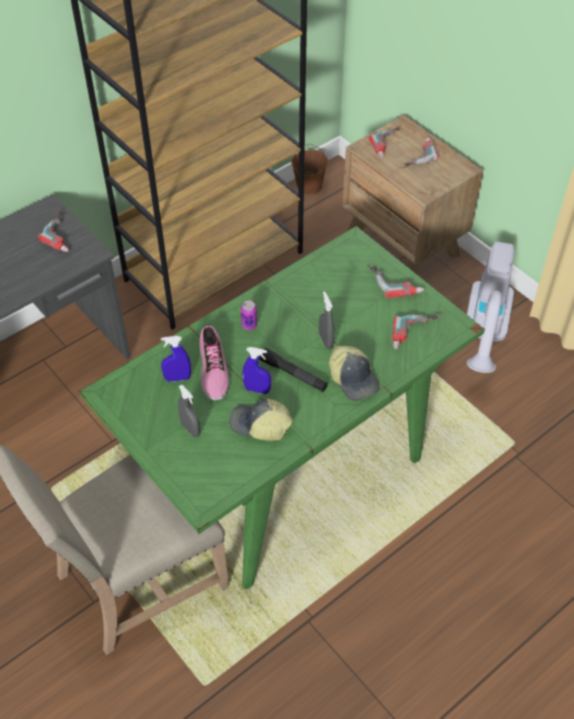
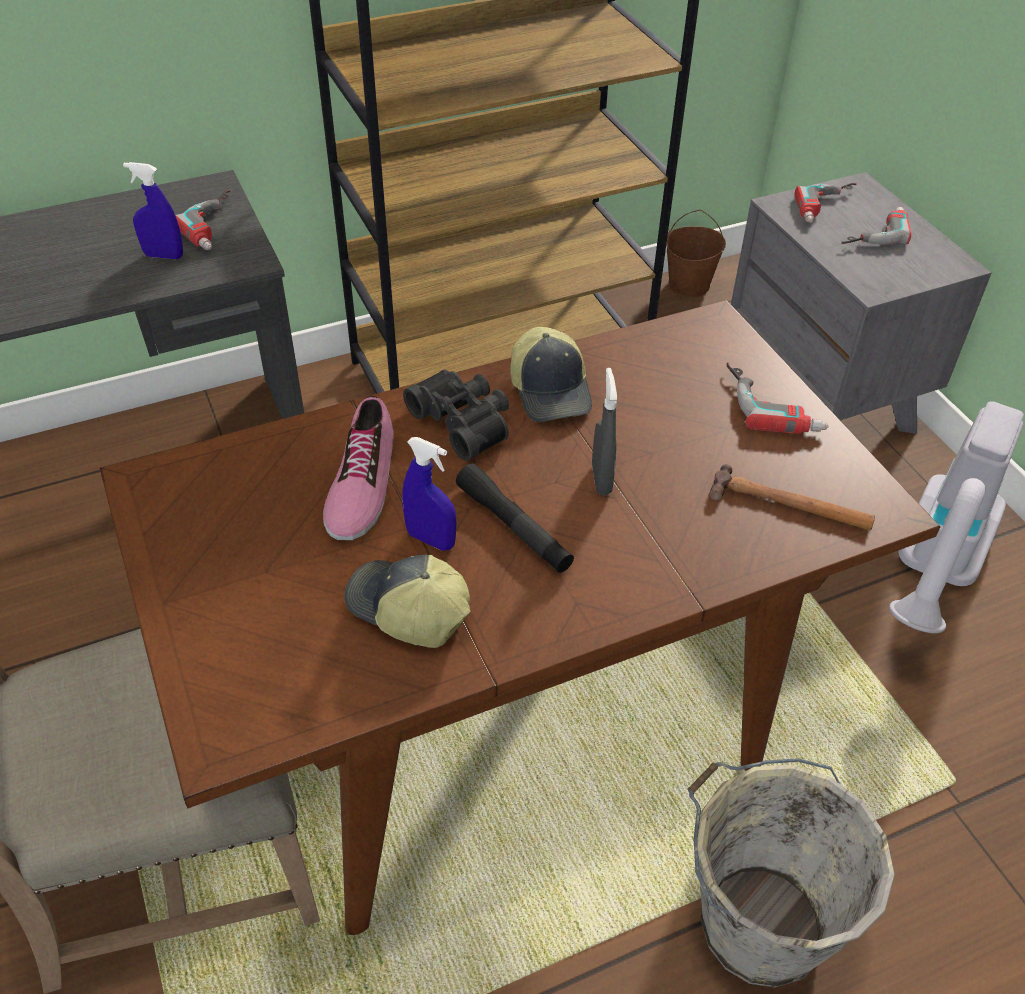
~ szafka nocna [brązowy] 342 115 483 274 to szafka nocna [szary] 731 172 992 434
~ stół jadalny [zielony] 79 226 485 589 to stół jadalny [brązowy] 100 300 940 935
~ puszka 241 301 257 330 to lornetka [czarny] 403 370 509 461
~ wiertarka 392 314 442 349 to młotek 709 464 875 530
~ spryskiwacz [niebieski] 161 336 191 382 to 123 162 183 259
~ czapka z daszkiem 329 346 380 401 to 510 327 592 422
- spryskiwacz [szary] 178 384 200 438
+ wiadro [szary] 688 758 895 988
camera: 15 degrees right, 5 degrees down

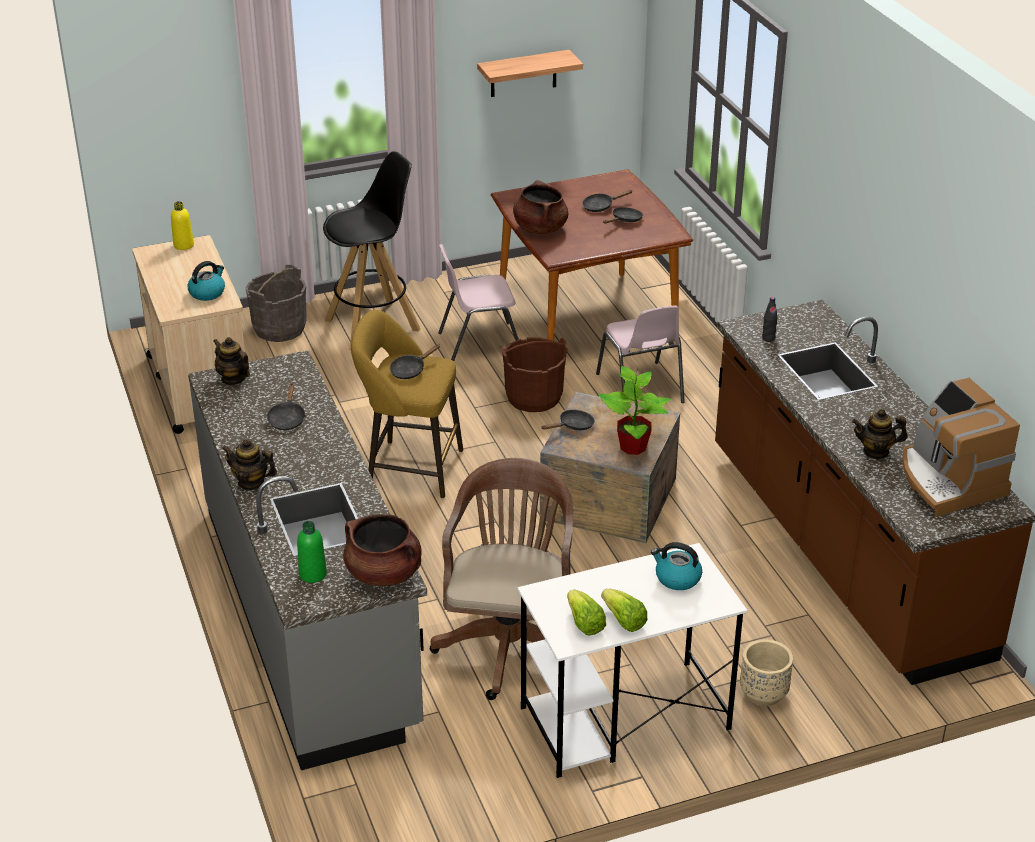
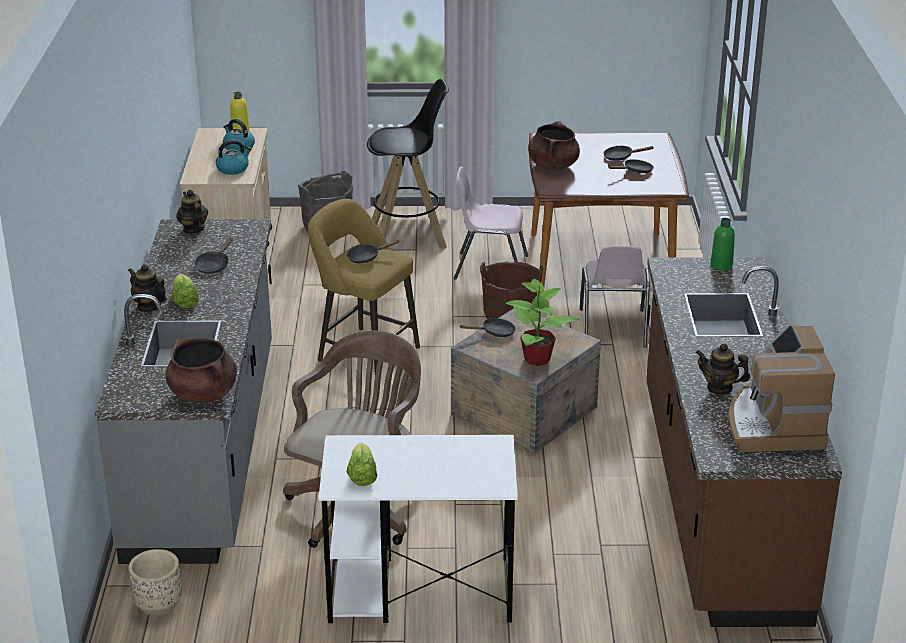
- półka 477 50 583 97
- butelka [czarny] 762 297 778 342
~ butelka [zielony] 297 521 327 583 to 711 218 735 270
~ czajnik 651 542 702 590 to 223 119 255 151
~ sałata 601 589 648 632 to 172 274 199 308
~ donica [beżowy] 740 639 793 706 to 129 549 182 616
camera: 20 degrees right, 5 degrees down

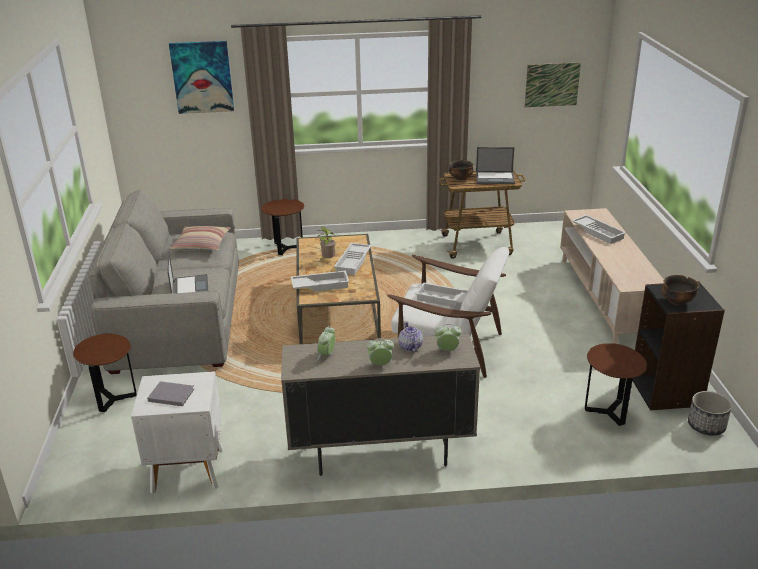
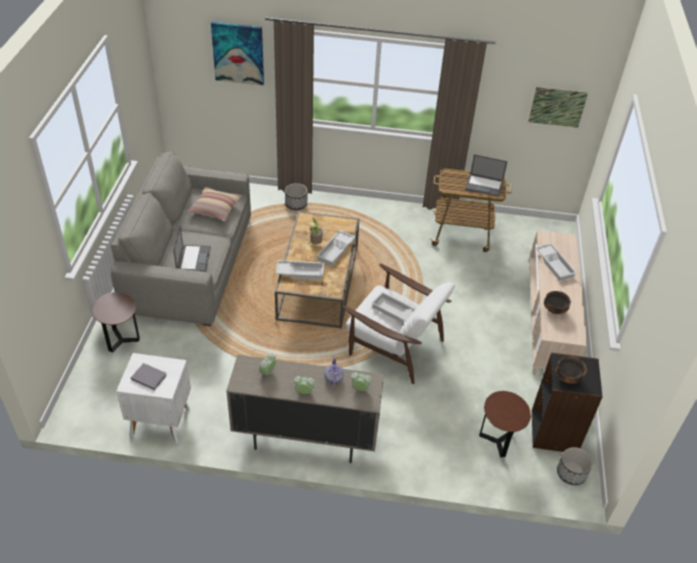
~ miska 449 160 474 181 to 544 291 571 314
~ stolik [brązowy] 261 199 304 255 to donica 285 183 307 210
camera: 10 degrees right, 15 degrees up

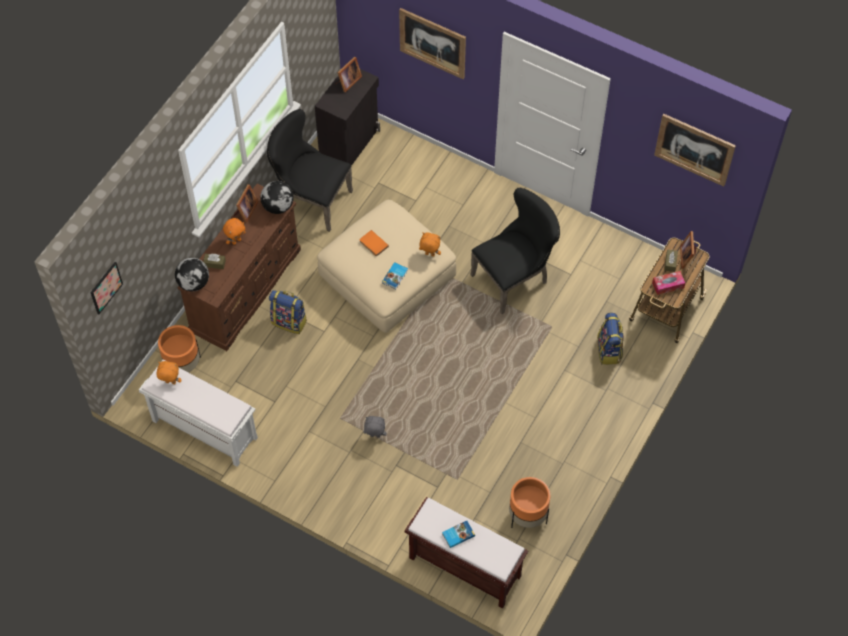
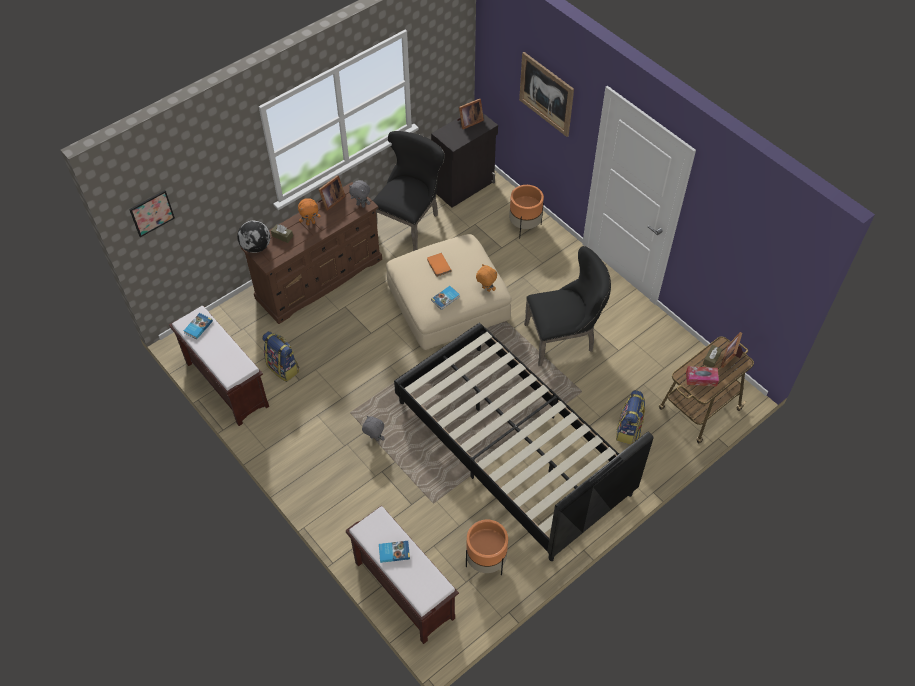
~ krzesło [czarny] 267 109 353 232 = 373 131 445 251 75 degrees clockwise
- obraz 654 114 736 187
~ globus 260 181 294 214 to pluszak [szary] 349 180 370 208
~ plecak 269 290 307 334 to 262 331 299 382
~ donica [pomarańczowy] 158 325 201 372 to 509 185 544 239
~ ławka [biały] 139 360 258 467 to ławka [brązowy] 169 306 269 426
~ pluszak [pomarańczowy] 157 361 182 384 to książka 184 313 213 339
+ łóżko [czarny] 394 323 654 561
camera: 20 degrees right, 5 degrees down

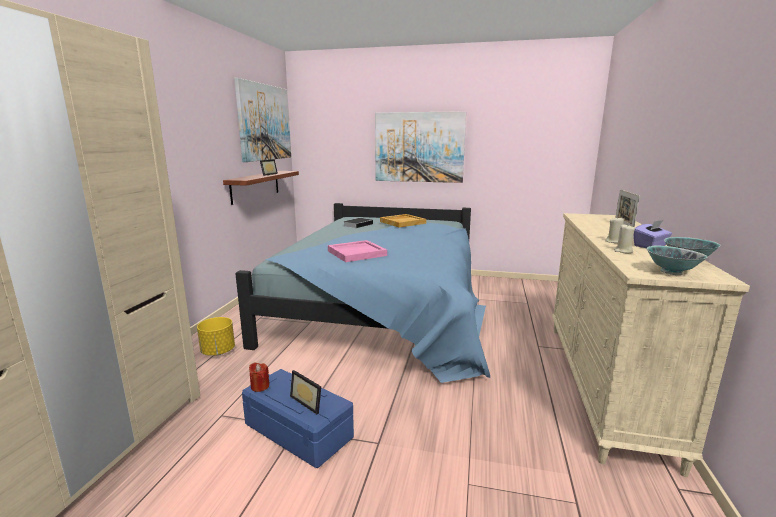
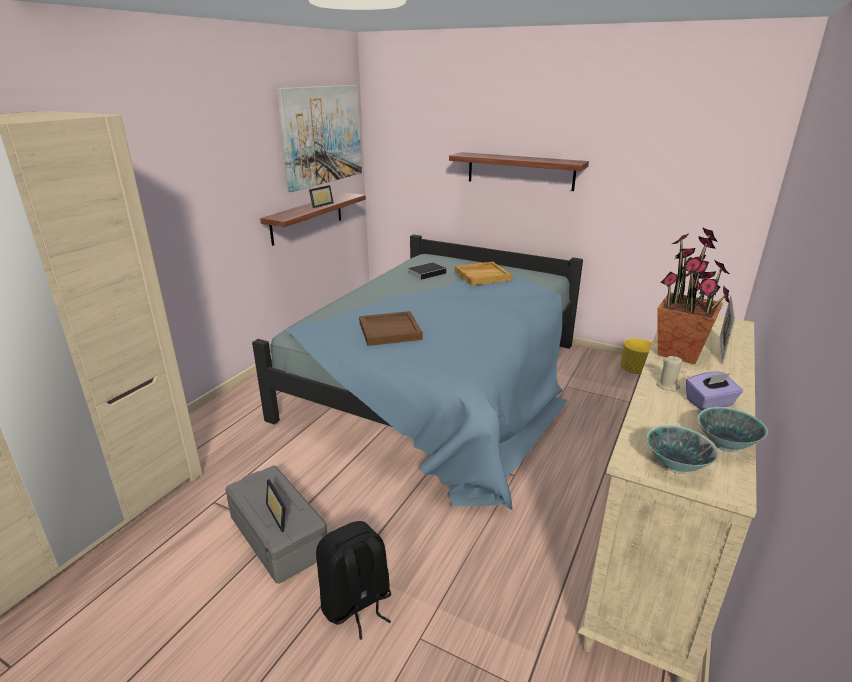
~ obraz 375 111 466 183 to półka 449 152 589 191
- świeca [beżowy] 614 224 635 253
~ taca [różowy] 328 240 387 262 to taca [brązowy] 359 311 423 346
~ donica [żółty] 197 317 235 356 to 620 338 652 374
- świeca [czerwony] 249 362 270 392
~ pojemnik do przechowywania [niebieski] 242 369 354 468 to pojemnik do przechowywania [szary] 225 465 327 584
+ roślina doniczkowa 657 227 730 364
+ plecak [czarny] 316 521 391 640
camera: 15 degrees right, 10 degrees up

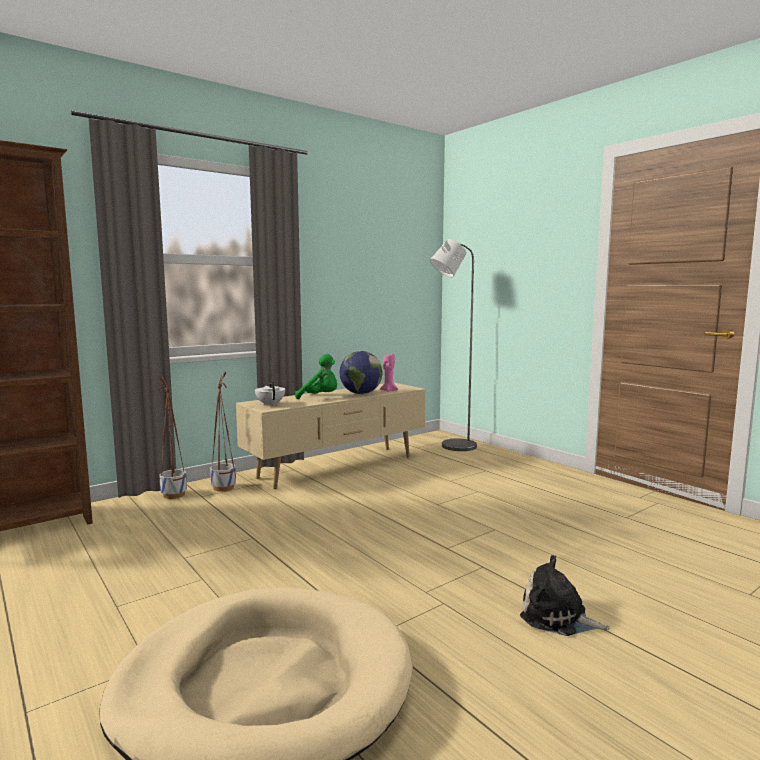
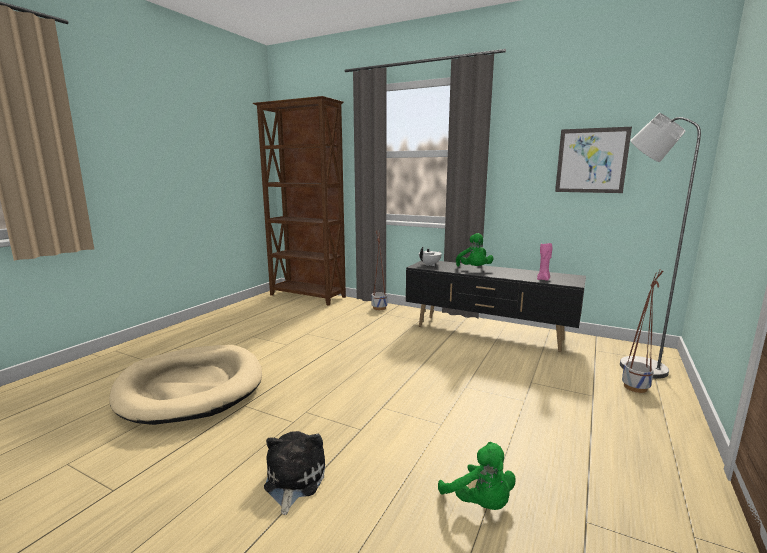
- globus 340 351 382 394
~ donica 210 371 236 492 to 622 270 663 393
~ szafka pod telewizor [beżowy] 236 383 426 489 to szafka pod telewizor [czarny] 406 261 586 352
+ obraz 555 127 632 193
+ pluszak [zielony] 438 442 516 510
camera: 65 degrees right, 5 degrees up

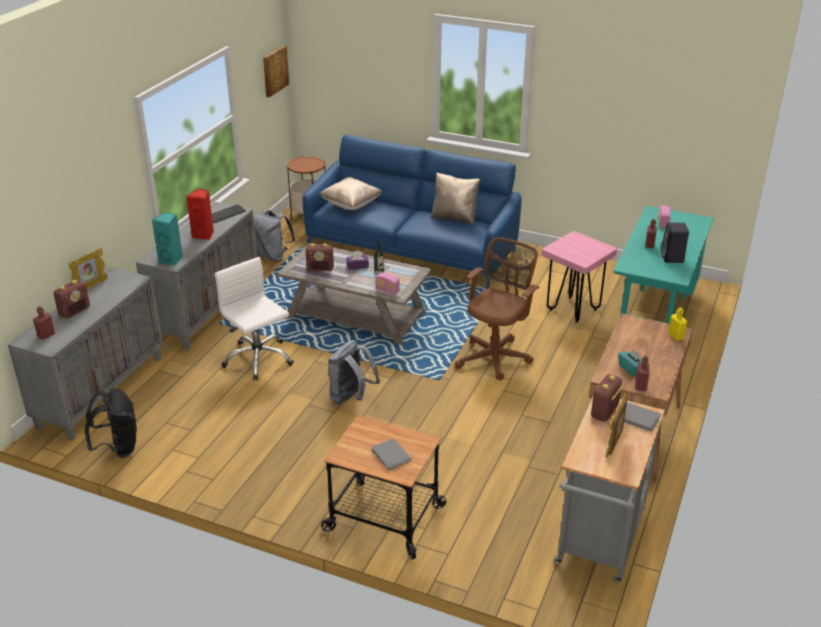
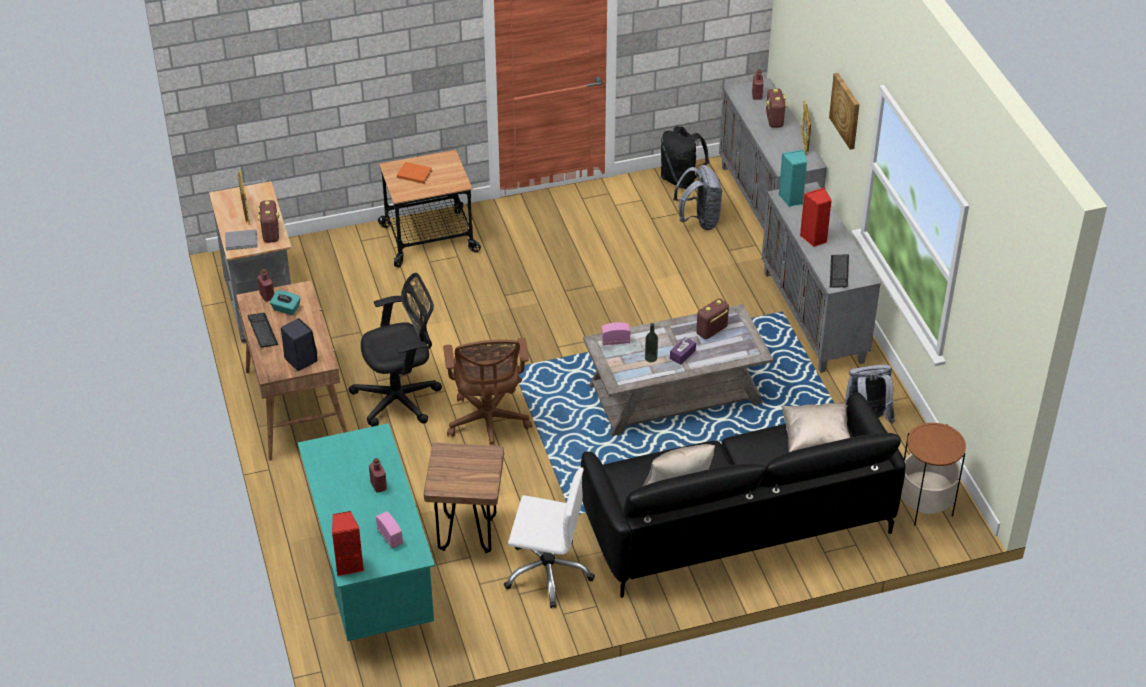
~ obraz 263 45 289 97 to 829 73 859 150
~ kanapa [niebieski] 303 135 521 289 to kanapa [czarny] 581 392 906 598
~ głośnik [czarny] 661 223 689 263 to 281 318 317 371
~ stołek [różowy] 542 231 617 323 to stołek [brązowy] 424 442 504 553
~ krzesło biurowe [biały] 215 257 294 381 to 504 468 595 608
- butelka [żółty] 668 308 688 341
~ plecak [szary] 328 340 380 404 to 673 165 722 230
~ książka [szary] 371 438 411 470 to książka [pomarańczowy] 397 162 432 184
+ krzesło biurowe [czarny] 348 273 442 427
+ klawiatura 247 313 278 348
+ głośnik [czerwony] 332 511 364 576
camera: 140 degrees right, 10 degrees up

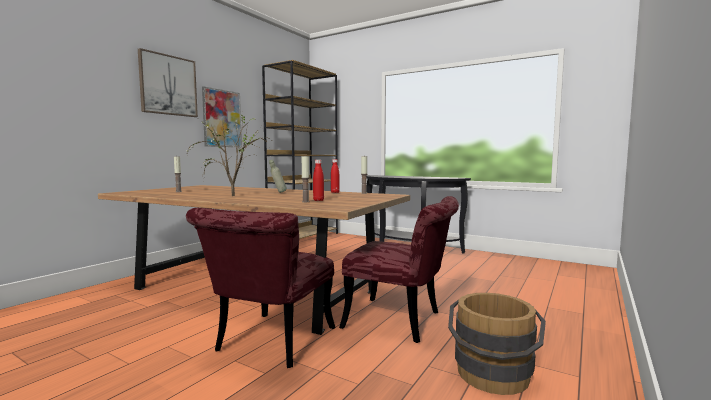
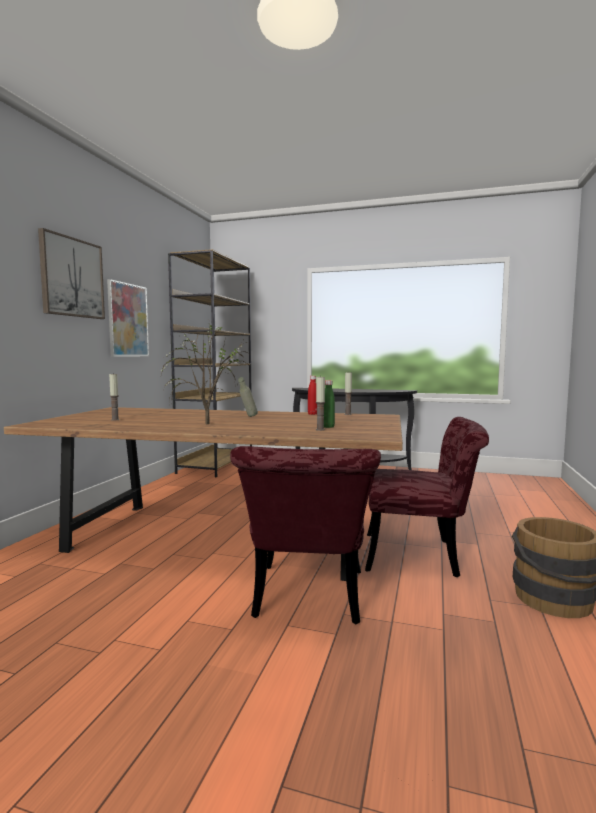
~ butelka [czerwony] 313 160 324 201 to butelka [zielony] 324 380 335 428
camera: 15 degrees left, 0 degrees up

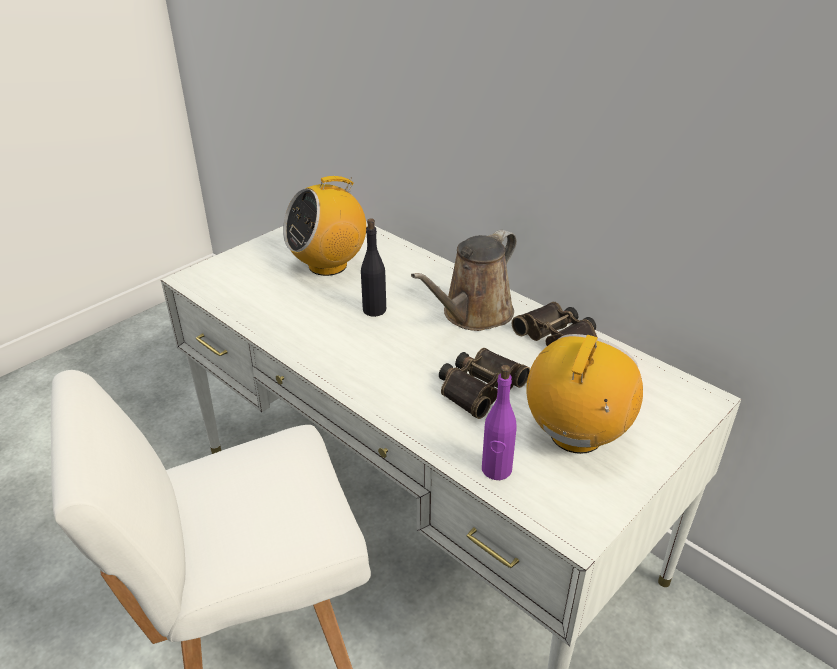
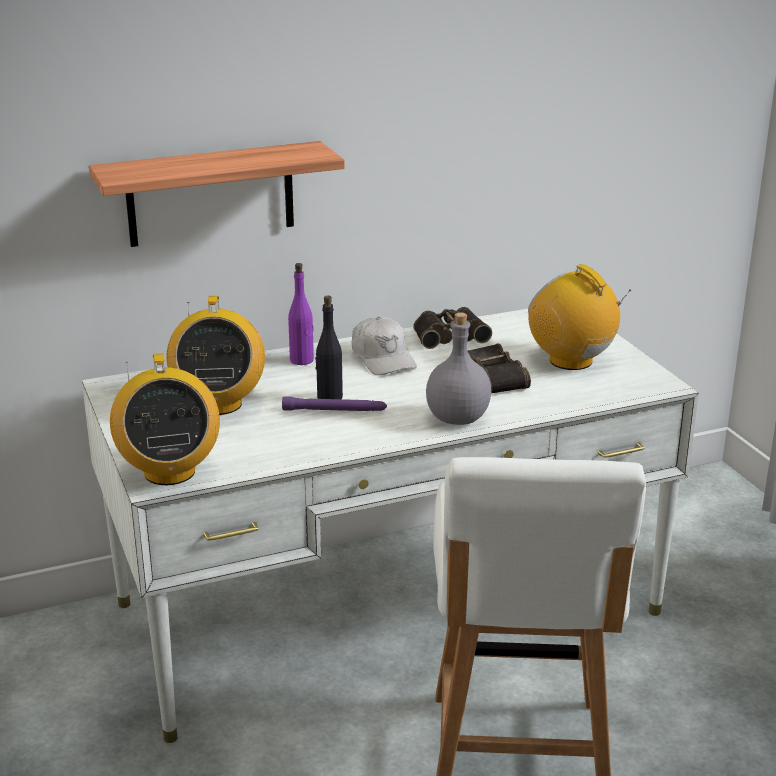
~ konewka [brązowy] 411 230 517 331 to czapka z daszkiem [biały] 352 317 417 375
~ butelka [fioletowy] 482 365 516 480 to 288 263 314 365
+ półka 89 141 345 247
+ butelka [szary] 426 312 491 425
+ radio 110 353 220 485
+ latarka [fioletowy] 282 396 387 411
camera: 65 degrees left, 10 degrees down

